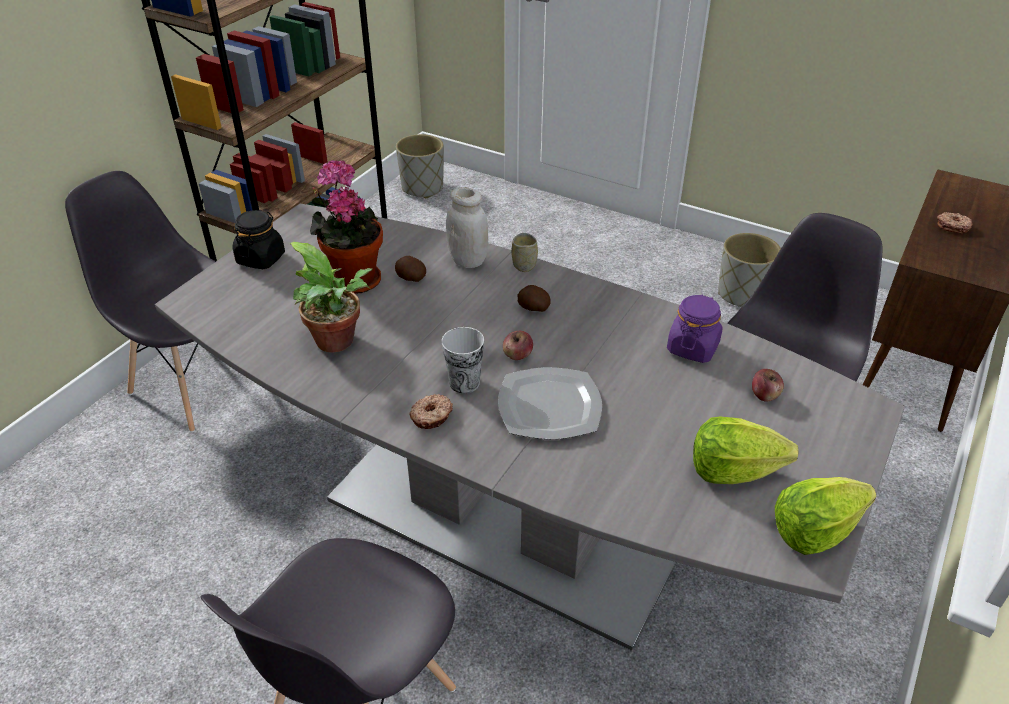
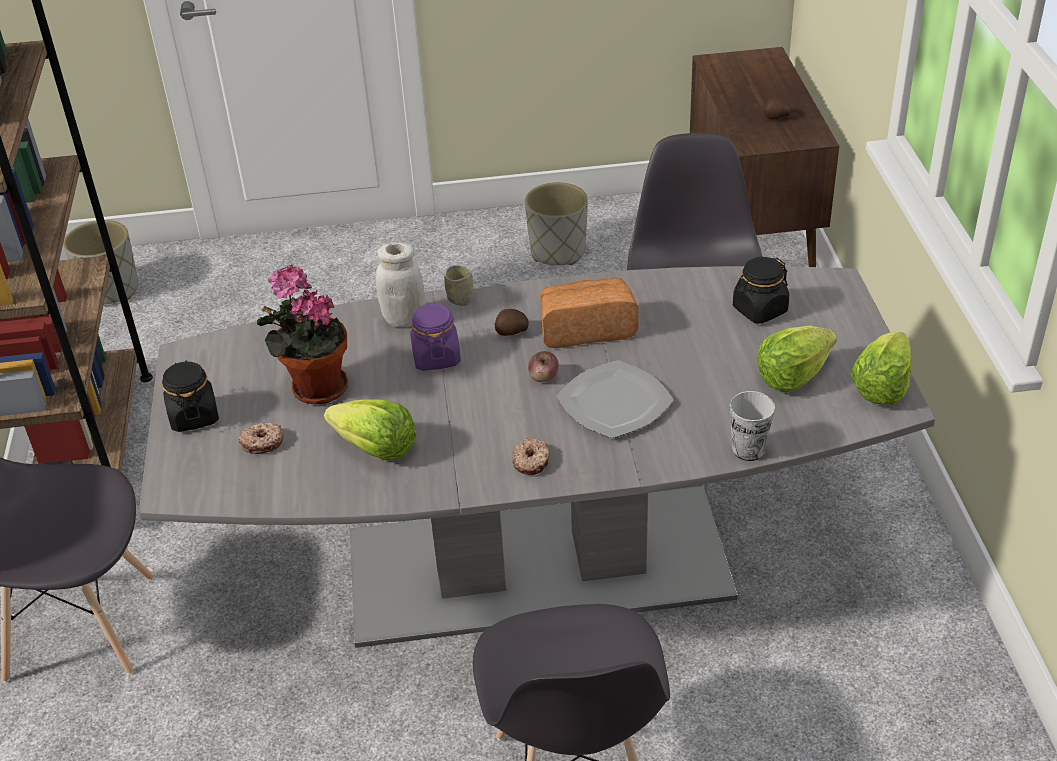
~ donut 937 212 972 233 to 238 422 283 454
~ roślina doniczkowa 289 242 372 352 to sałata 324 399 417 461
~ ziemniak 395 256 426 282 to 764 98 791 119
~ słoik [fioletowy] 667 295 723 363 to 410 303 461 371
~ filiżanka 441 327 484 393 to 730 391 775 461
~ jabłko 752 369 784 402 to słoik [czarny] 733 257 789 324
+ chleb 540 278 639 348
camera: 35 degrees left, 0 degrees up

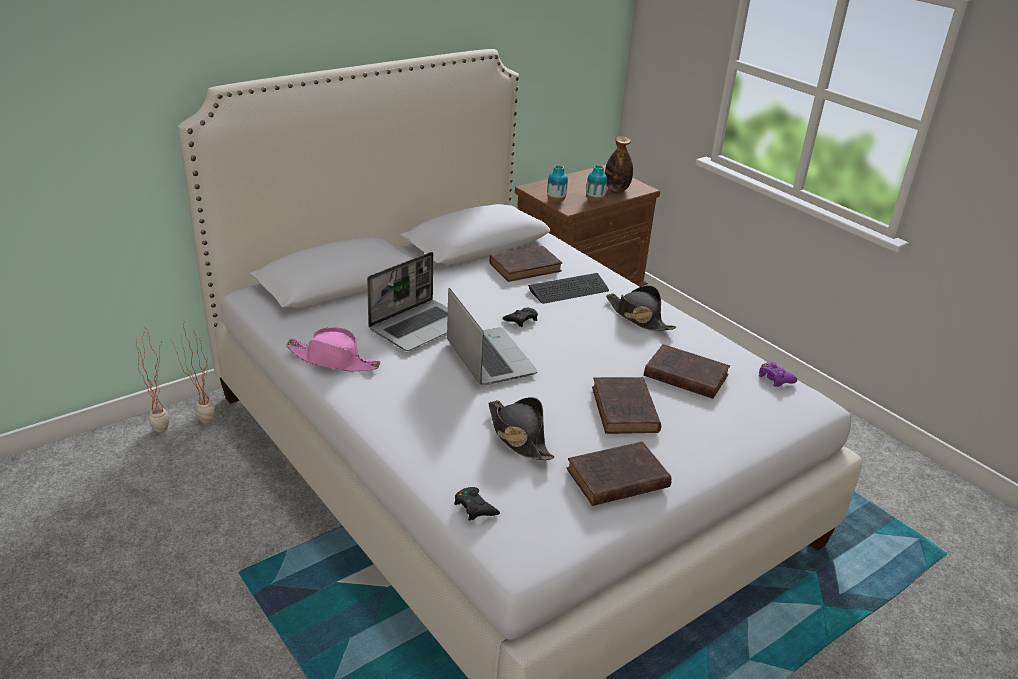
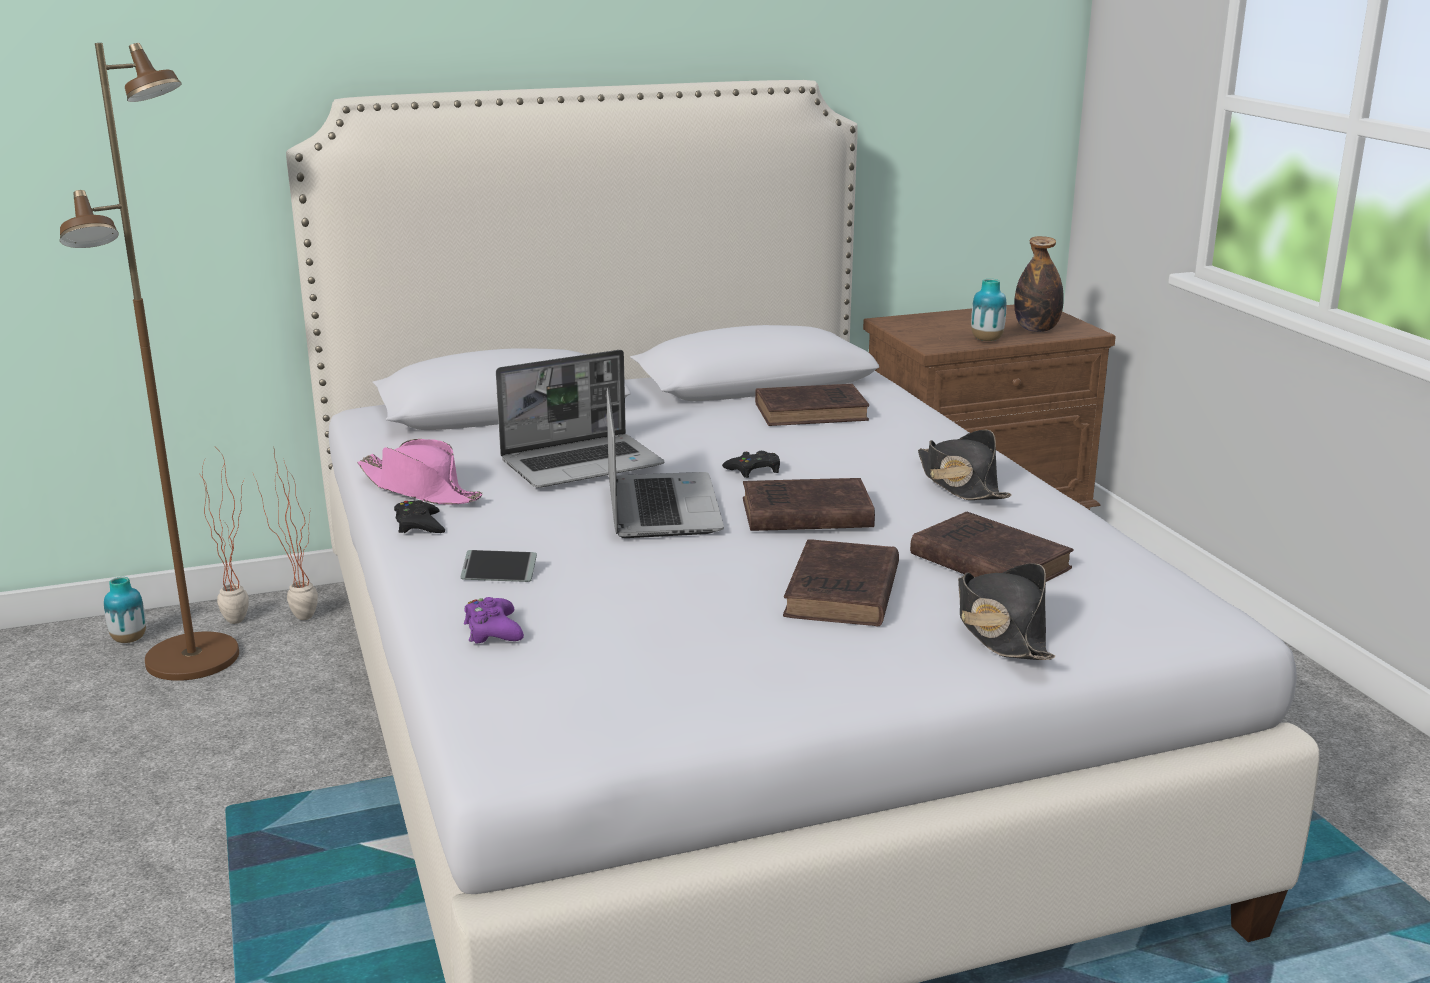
~ wazon 547 165 568 202 to 104 577 146 643
- klawiatura 528 273 609 304
~ pad do gier [fioletowy] 759 361 797 387 to 464 597 524 644
~ kapelusz [czarny] 488 397 555 460 to 958 563 1055 660
~ książka [brązowy] 567 442 672 506 to 743 478 875 531
~ pad do gier [czarny] 454 487 500 521 to 394 500 445 533
+ lampa stojąca [brązowy] 60 43 239 681
+ telefon 460 550 537 582
camera: 20 degrees right, 10 degrees down

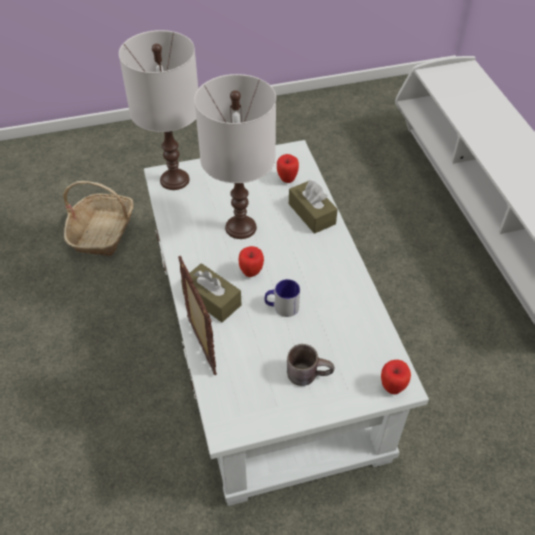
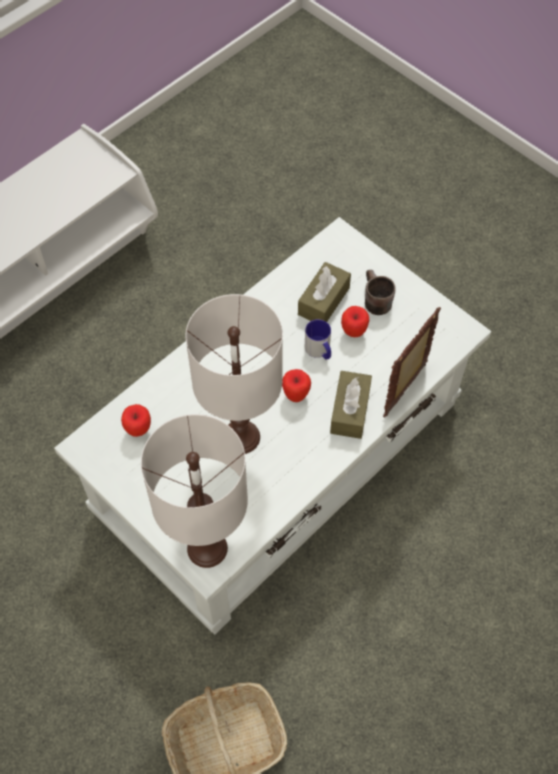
~ pudełko chusteczek [brązowy] 289 180 338 234 to 298 262 351 322
~ jabłko 381 360 411 394 to 341 306 369 337
camera: 120 degrees left, 10 degrees up

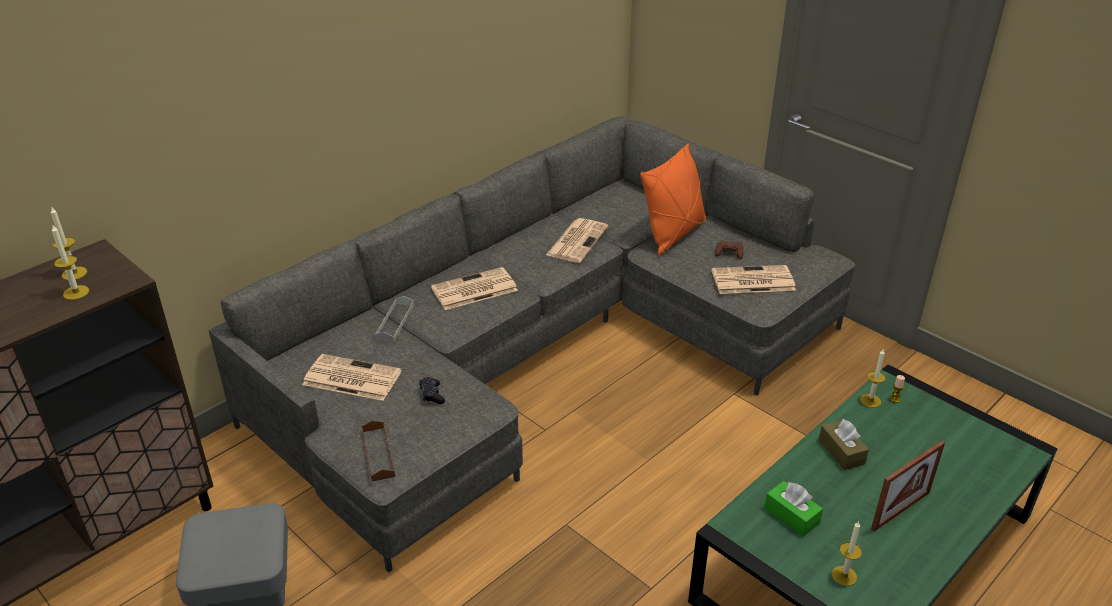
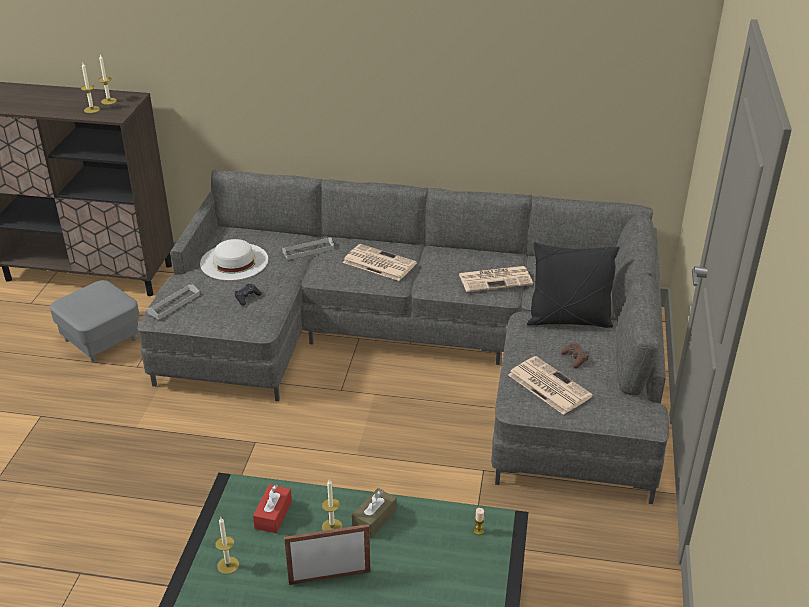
~ poduszka [pomarańczowy] 640 144 706 255 to poduszka [czarny] 527 242 620 328
~ świeca 860 349 886 408 to 322 479 343 531
~ gazeta 302 354 401 401 to kapelusz [biały] 200 239 268 280
~ taca [brązowy] 362 421 395 482 to taca [szary] 147 285 200 320
~ ramka na zdjęcie 871 441 945 531 = 284 524 371 585 150 degrees clockwise
~ pudełko chusteczek [zielony] 764 481 823 536 to pudełko chusteczek [czerwony] 253 484 292 533
camera: 55 degrees right, 0 degrees up

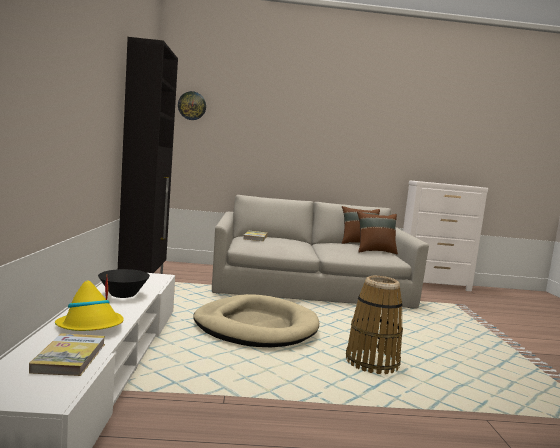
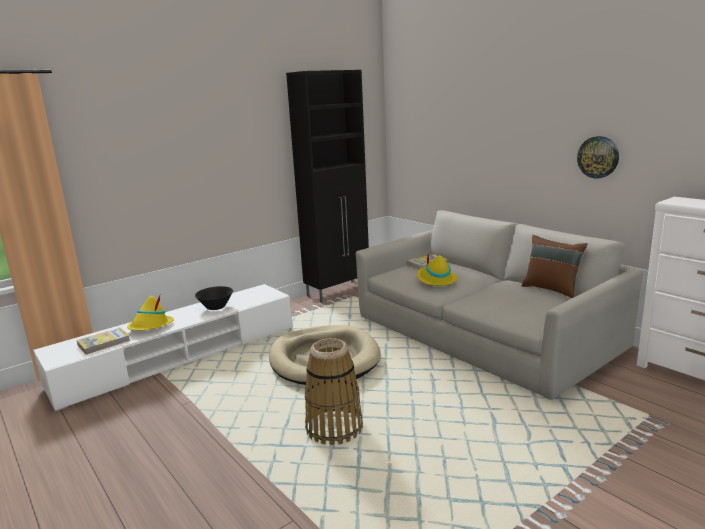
~ zegar ścienny 178 91 206 120 to 577 136 619 179
- poduszka [brązowy] 357 211 398 254
+ kapelusz [żółty] 417 253 458 286
camera: 55 degrees right, 10 degrees up

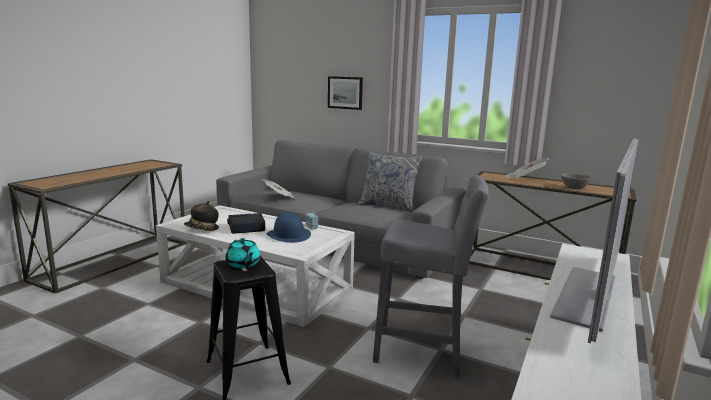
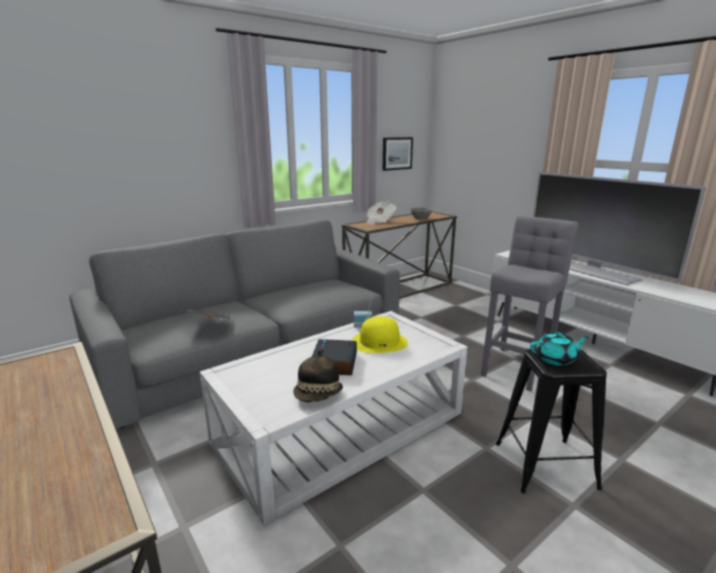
~ obraz 328 76 363 110 to 382 137 413 171
- poduszka 359 151 422 212
~ kapelusz [niebieski] 267 213 311 243 to kapelusz [żółty] 352 316 408 353
camera: 65 degrees left, 5 degrees up

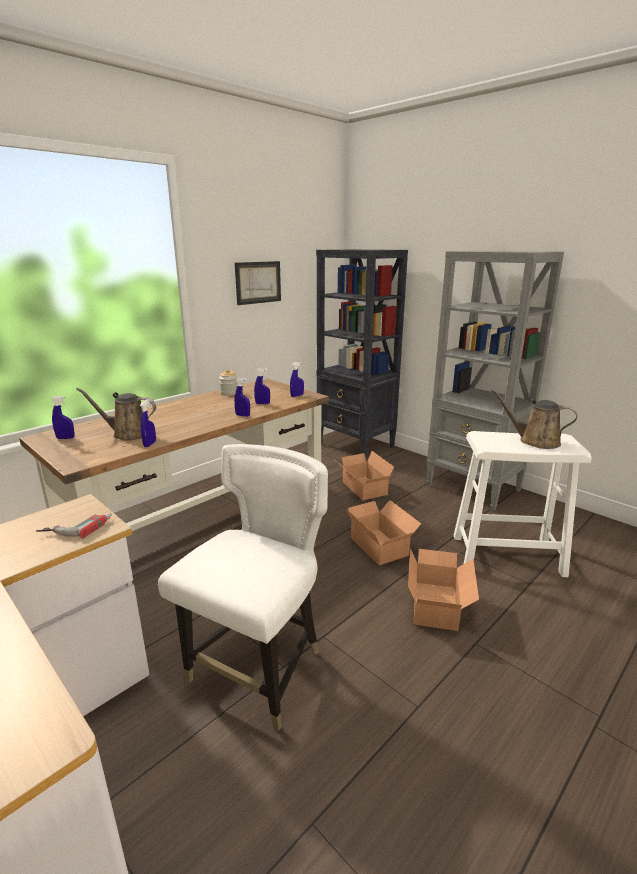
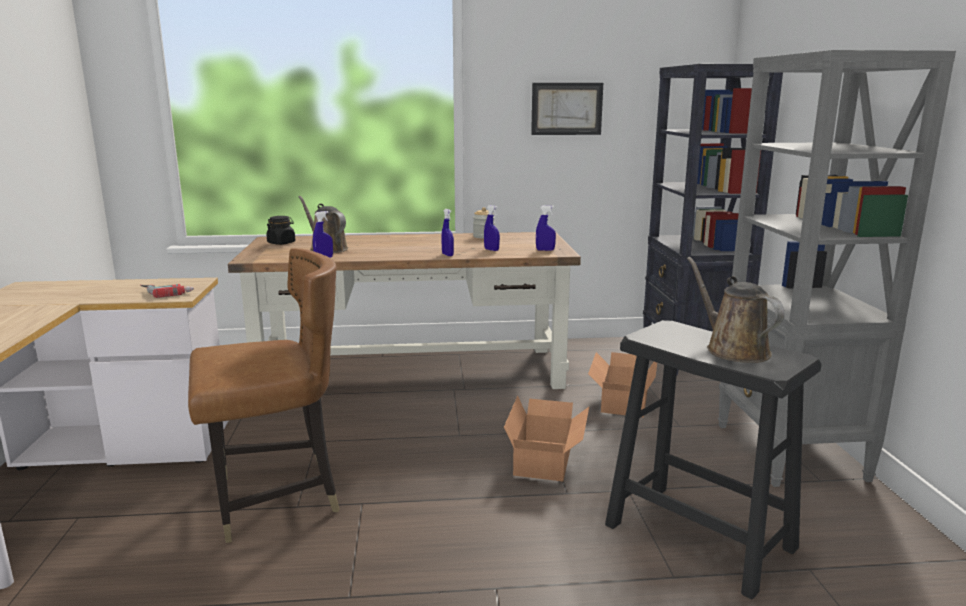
~ spryskiwacz [niebieski] 51 396 75 439 to słoik [czarny] 266 216 295 245
~ stołek [biały] 454 431 592 577 to stołek [czarny] 605 320 822 600
~ krzesło [biały] 158 444 328 731 to krzesło [brązowy] 188 248 340 543
- karton 408 548 479 631
camera: 40 degrees right, 5 degrees down

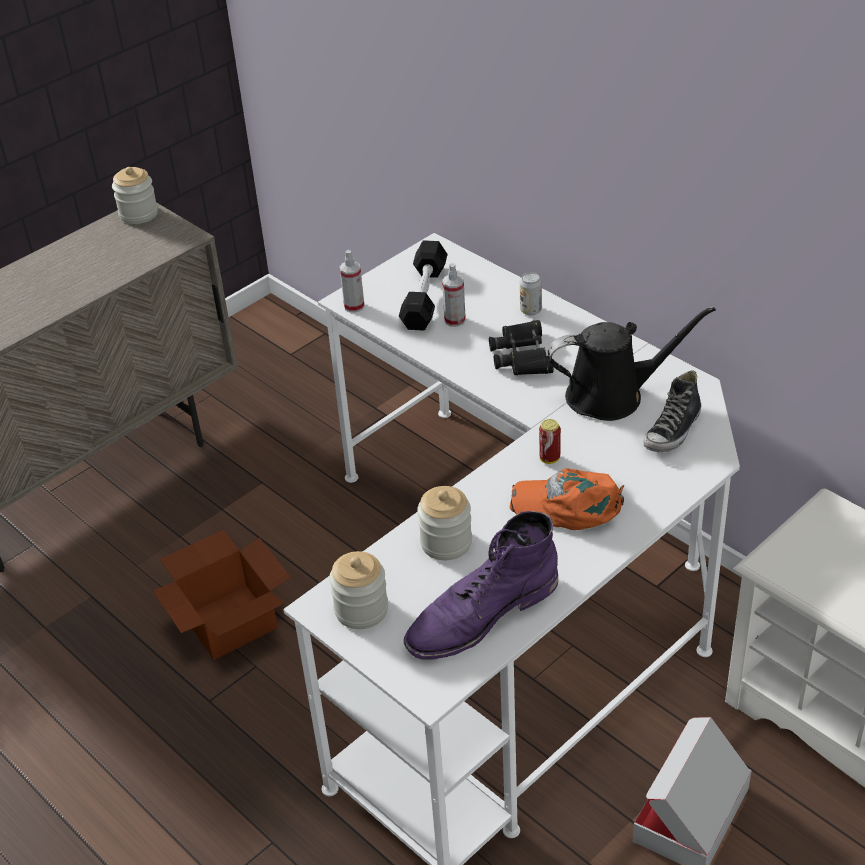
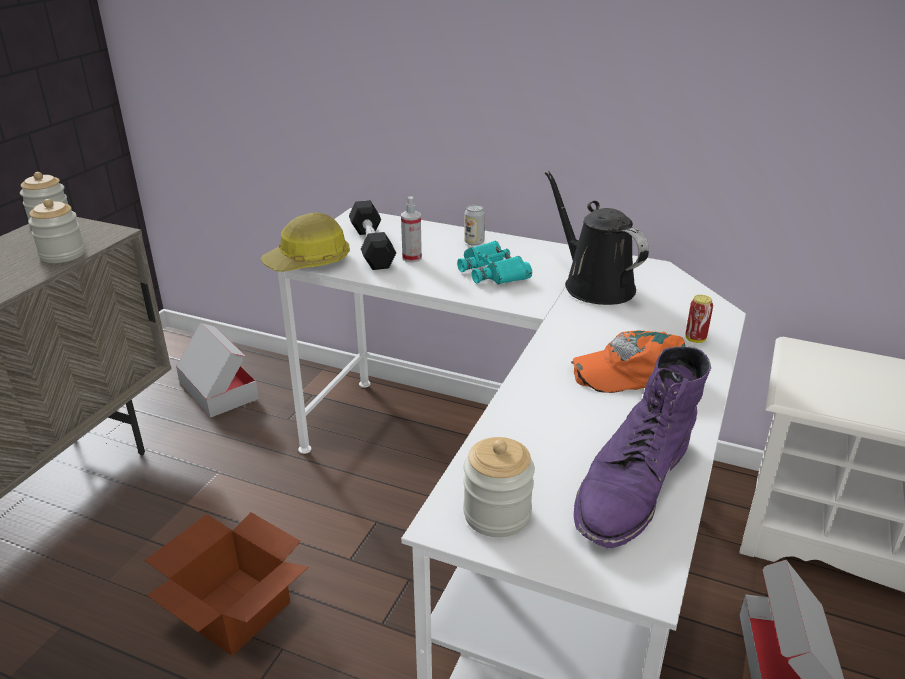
~ spryskiwacz 339 250 365 312 to kask 260 212 350 272
~ konewka [czarny] 548 306 716 421 = 545 171 649 305 90 degrees counterclockwise
~ lornetka [czarny] 489 320 554 375 to lornetka [turkusowy] 457 241 532 284
- but 643 370 701 452
~ puszka 539 419 561 464 to 685 295 713 343
~ słoik 417 486 472 560 to 28 199 85 263
+ karton 176 323 259 418
camera: 25 degrees left, 10 degrees down

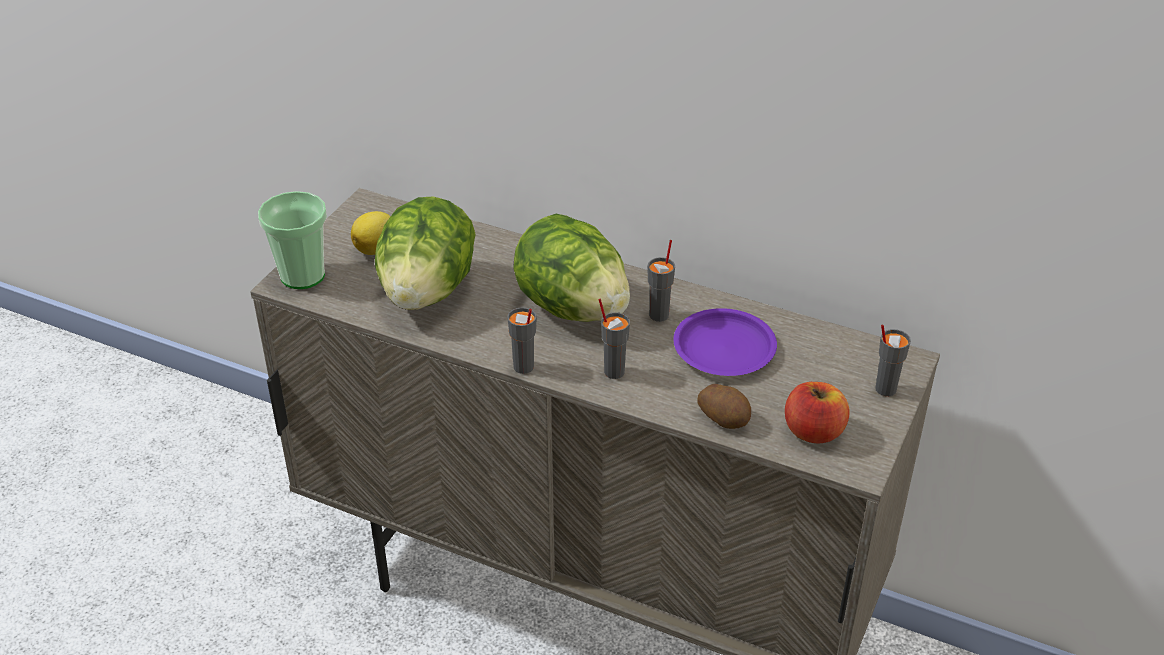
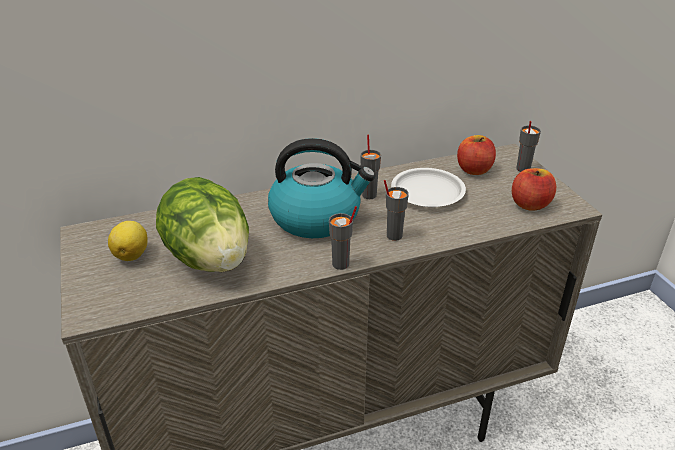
- filiżanka 258 191 327 289
~ sałata 513 214 630 322 to czajnik 268 138 375 238
~ talerz [fioletowy] 673 308 777 376 to talerz [biały] 391 168 466 207
- ziemniak 697 384 751 429
+ jabłko 457 135 496 175
camera: 45 degrees left, 5 degrees down

